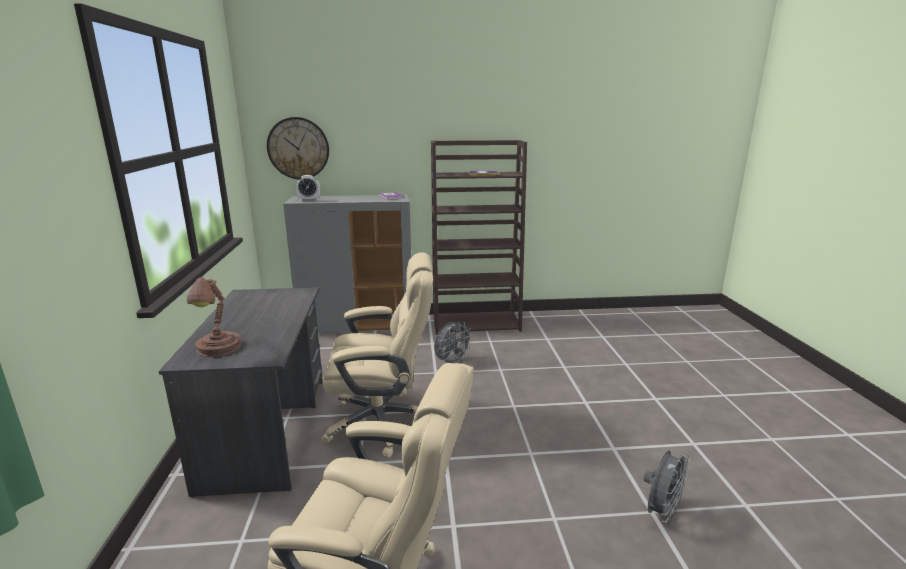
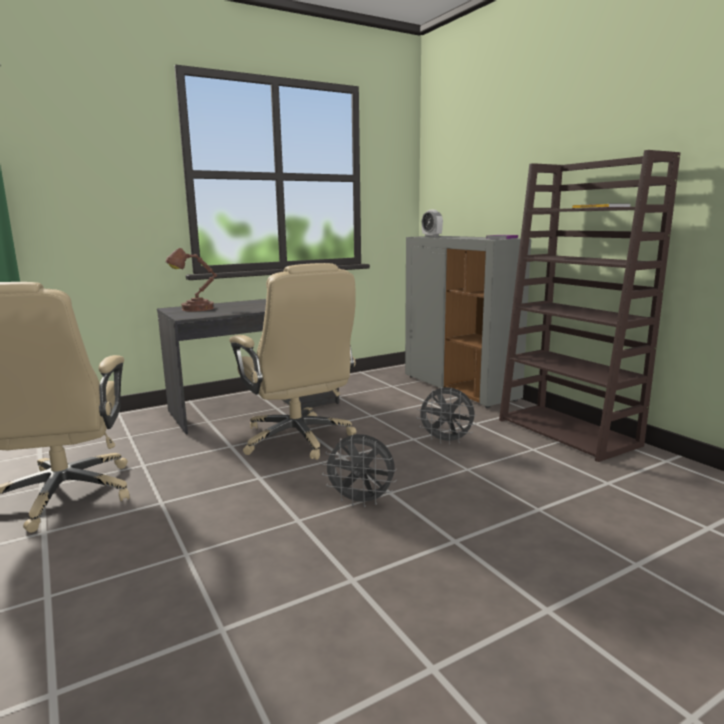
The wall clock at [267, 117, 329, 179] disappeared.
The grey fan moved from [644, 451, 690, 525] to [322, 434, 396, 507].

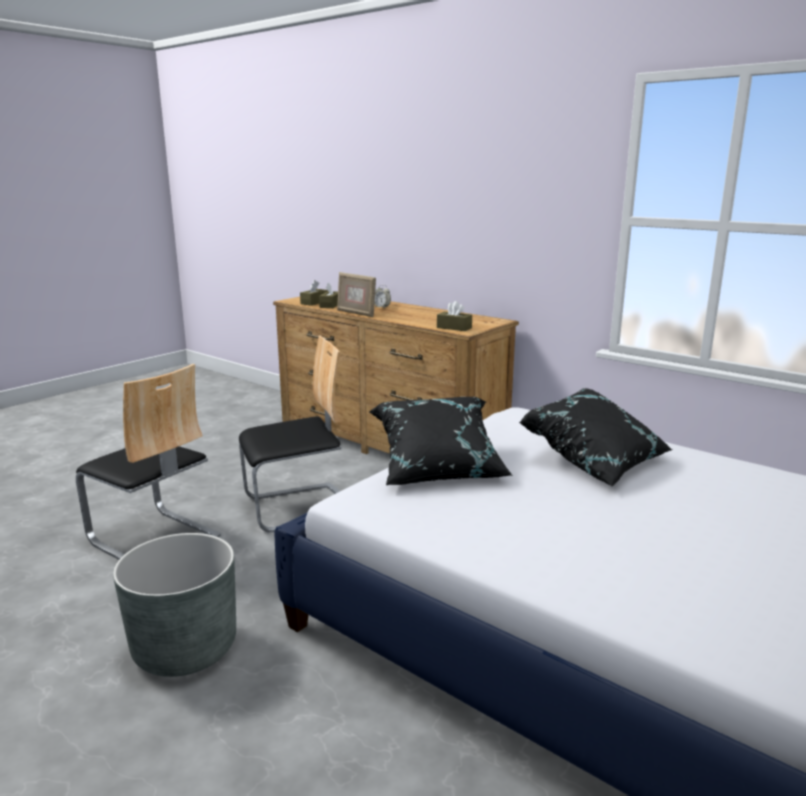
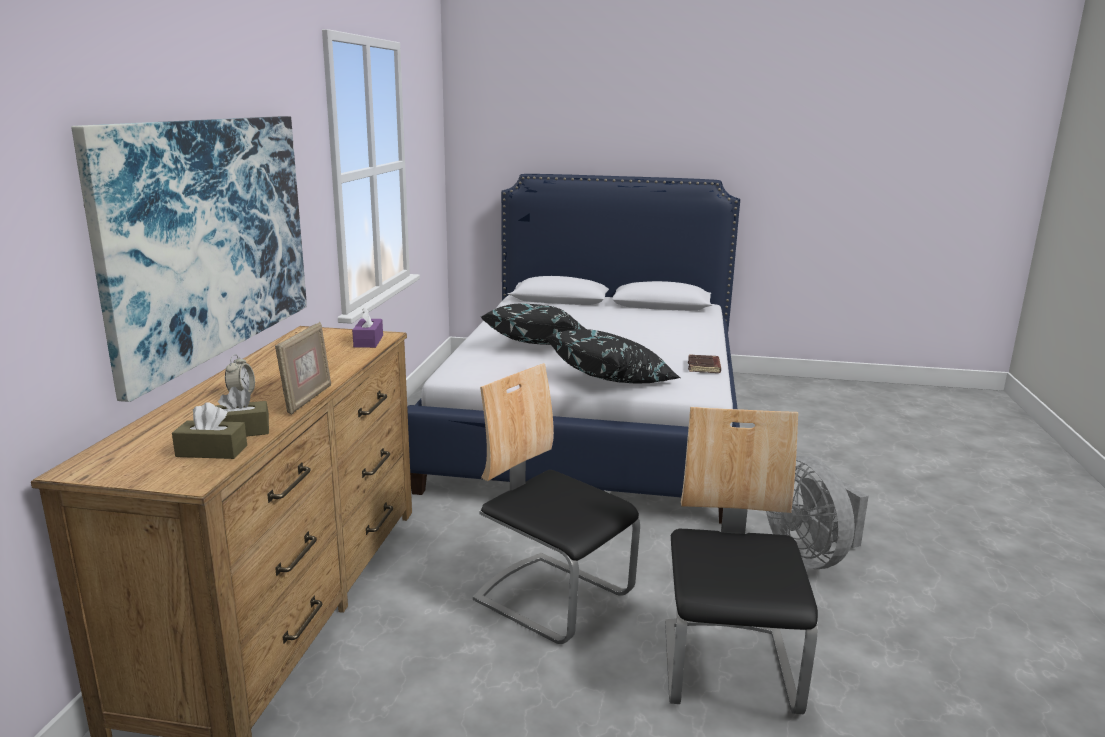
The grey planter at [113, 533, 236, 677] was replaced by the grey fan at [766, 456, 869, 569].
The brown tissue box at [437, 301, 472, 331] became the purple tissue box at [352, 307, 383, 348].
The picture at [71, 116, 307, 402] appeared.
The brown book at [688, 354, 721, 373] appeared.

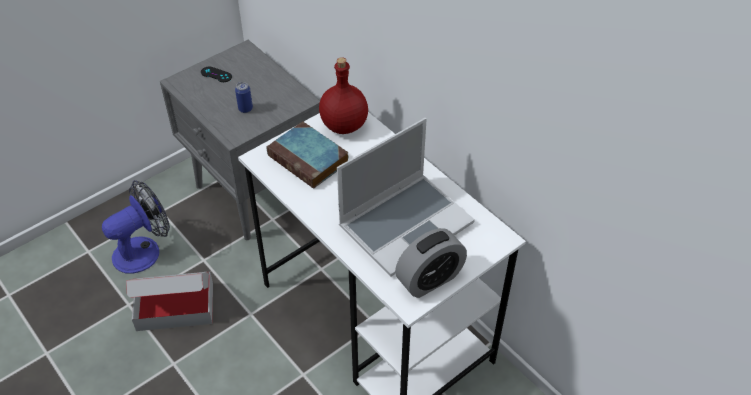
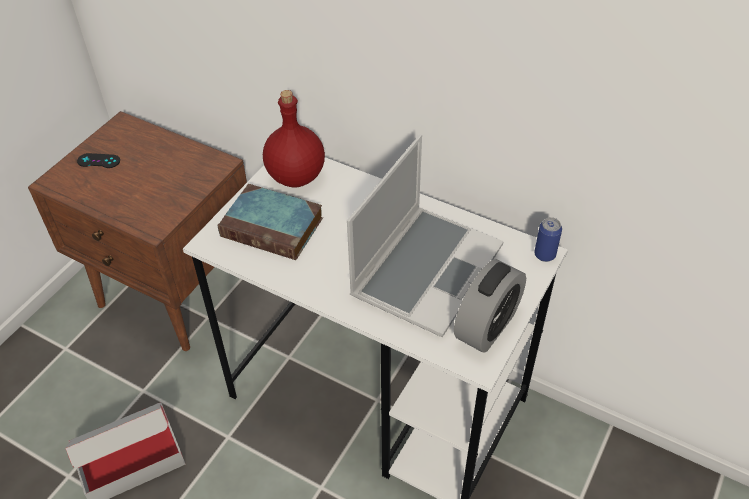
The fan at [102, 180, 170, 274] disappeared.
The grey nightstand at [160, 40, 320, 240] became the brown nightstand at [28, 111, 247, 351].
The can moved from [235, 82, 253, 113] to [534, 217, 562, 262].

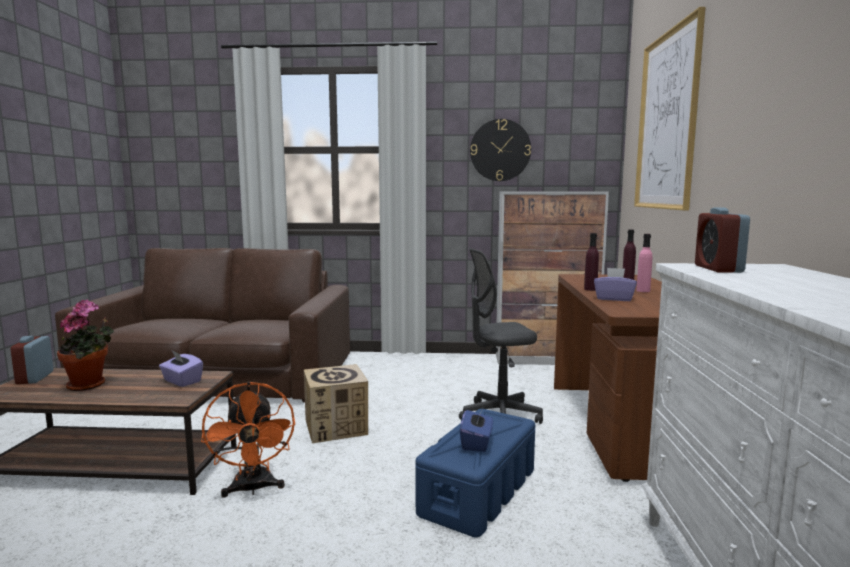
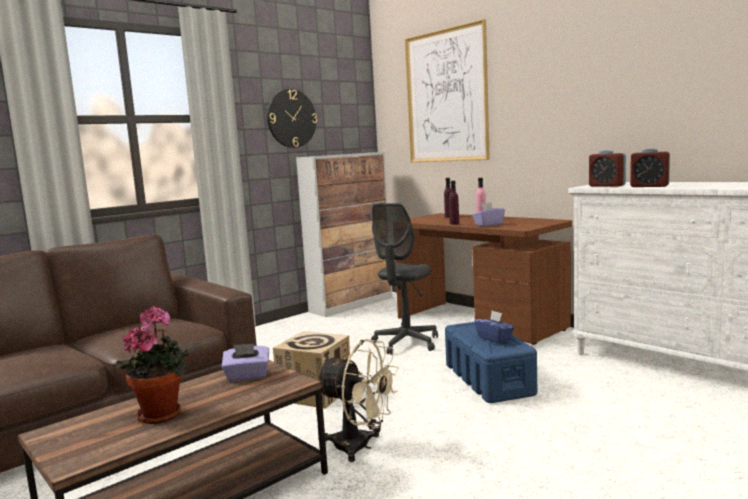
The alarm clock moved from [11, 336, 53, 384] to [630, 148, 670, 187].
The orange fan at [201, 382, 295, 497] became the beige fan at [319, 339, 399, 462].

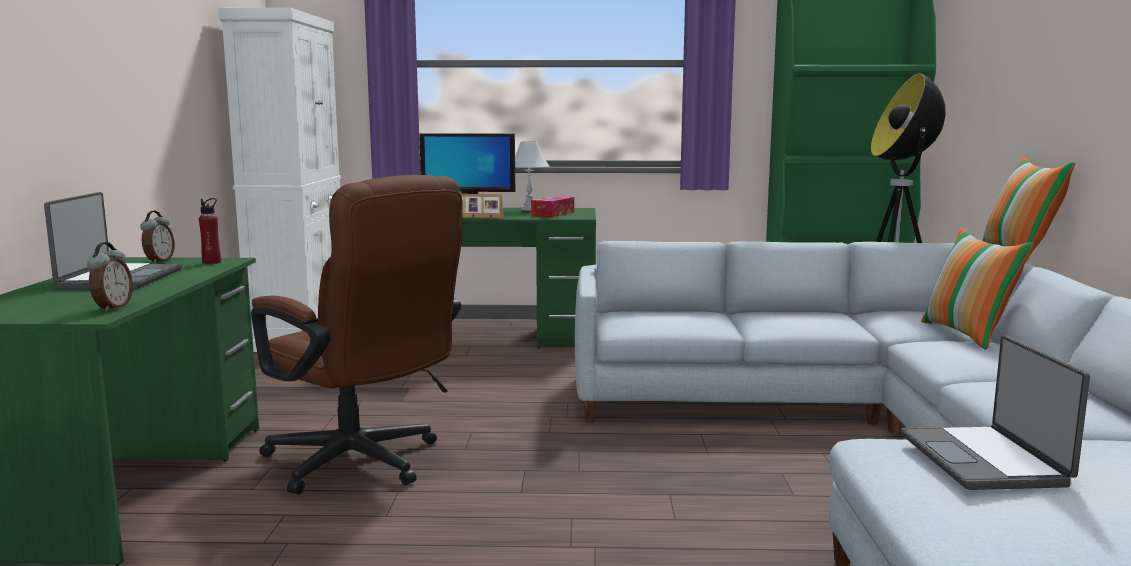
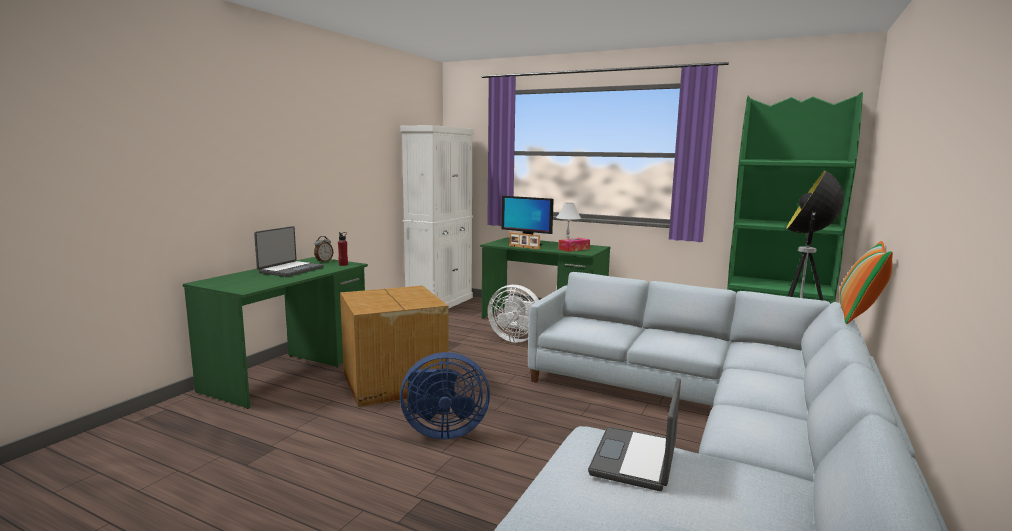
The alarm clock at [87, 242, 133, 312] disappeared.
The brown office chair at [251, 175, 463, 495] was replaced by the cardboard box at [340, 286, 449, 407].
The pillow at [921, 228, 1034, 350] disappeared.
The blue fan at [400, 352, 490, 439] appeared.
The white fan at [487, 285, 539, 343] appeared.

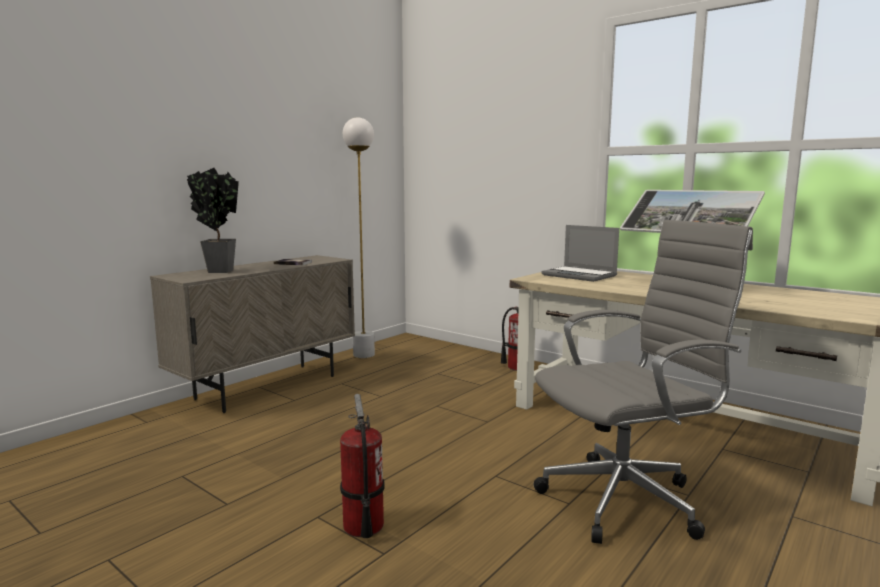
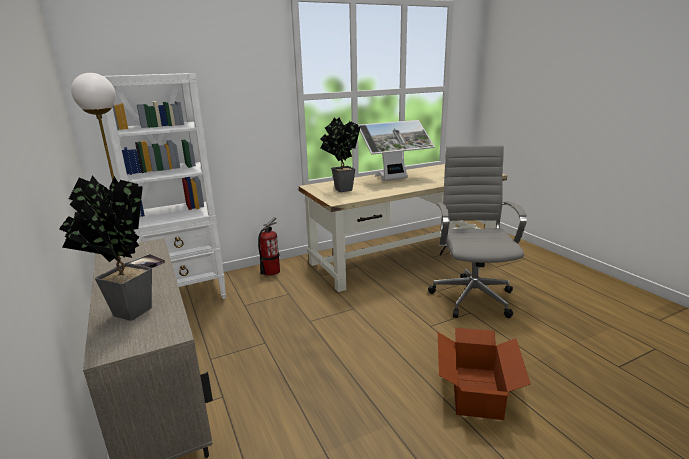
The fire extinguisher at [340, 394, 385, 538] was replaced by the cardboard box at [438, 328, 531, 420].
The laptop at [542, 225, 619, 282] was replaced by the potted plant at [320, 118, 360, 192].
The white bookcase at [104, 73, 226, 299] appeared.

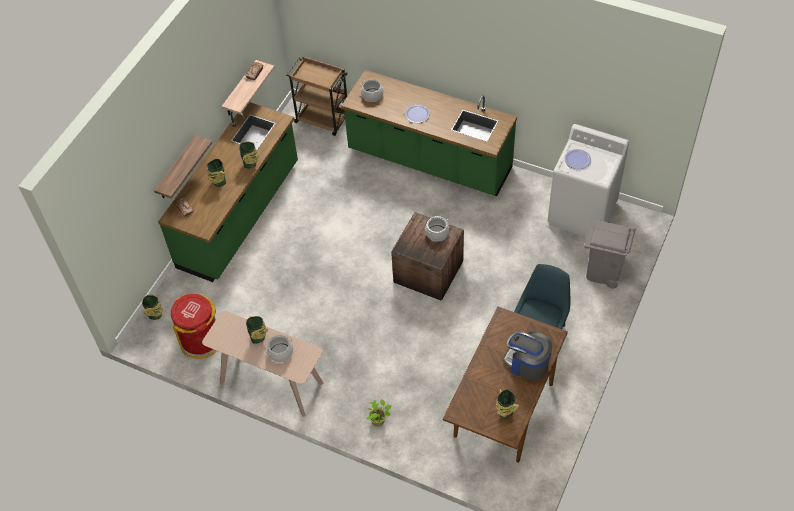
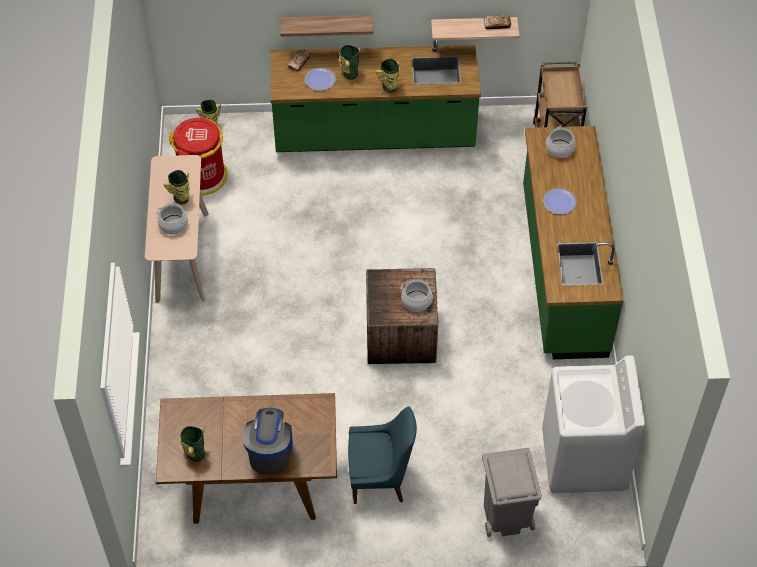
The potted plant at [367, 399, 391, 427] disappeared.
The plate moved from [564, 149, 591, 169] to [305, 68, 336, 91].

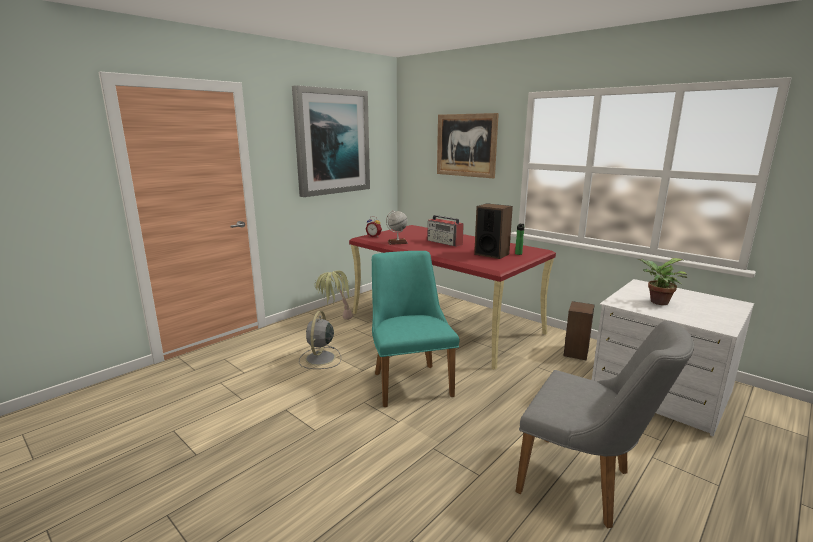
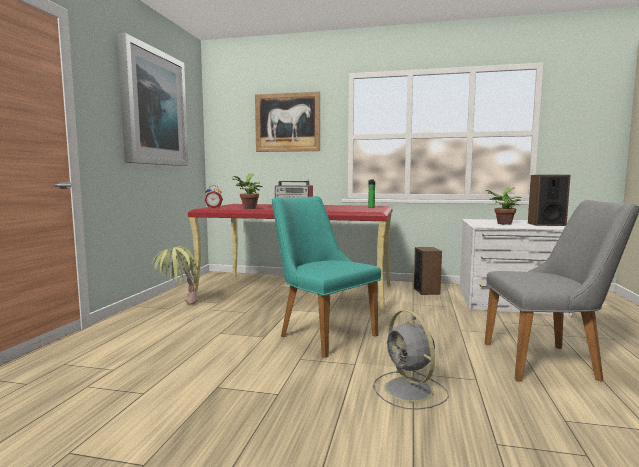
The grey fan moved from [299, 311, 341, 369] to [373, 310, 449, 409].
The globe at [386, 210, 408, 245] was replaced by the potted plant at [232, 174, 262, 209].
The speaker moved from [474, 203, 513, 259] to [528, 175, 570, 226].

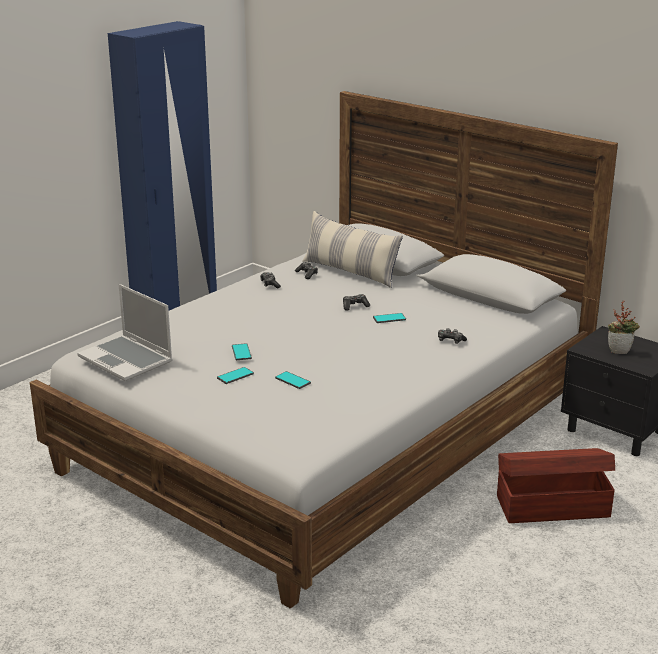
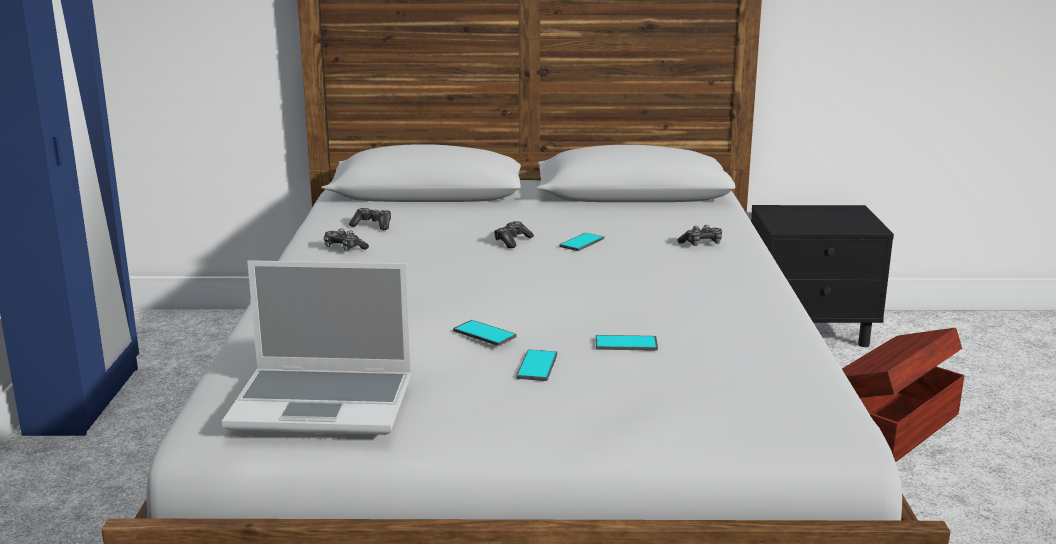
The pillow at [302, 211, 403, 288] disappeared.
The potted plant at [608, 301, 640, 354] disappeared.

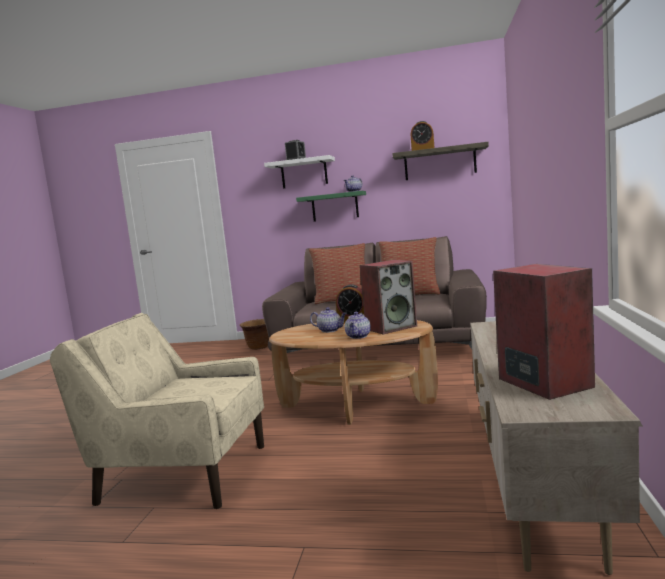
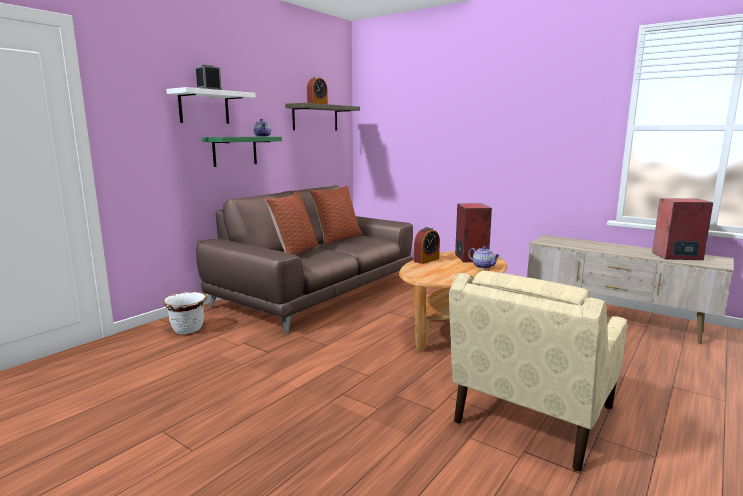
The brown planter at [240, 319, 269, 350] became the white planter at [163, 292, 207, 334].
The teapot at [310, 307, 347, 333] disappeared.

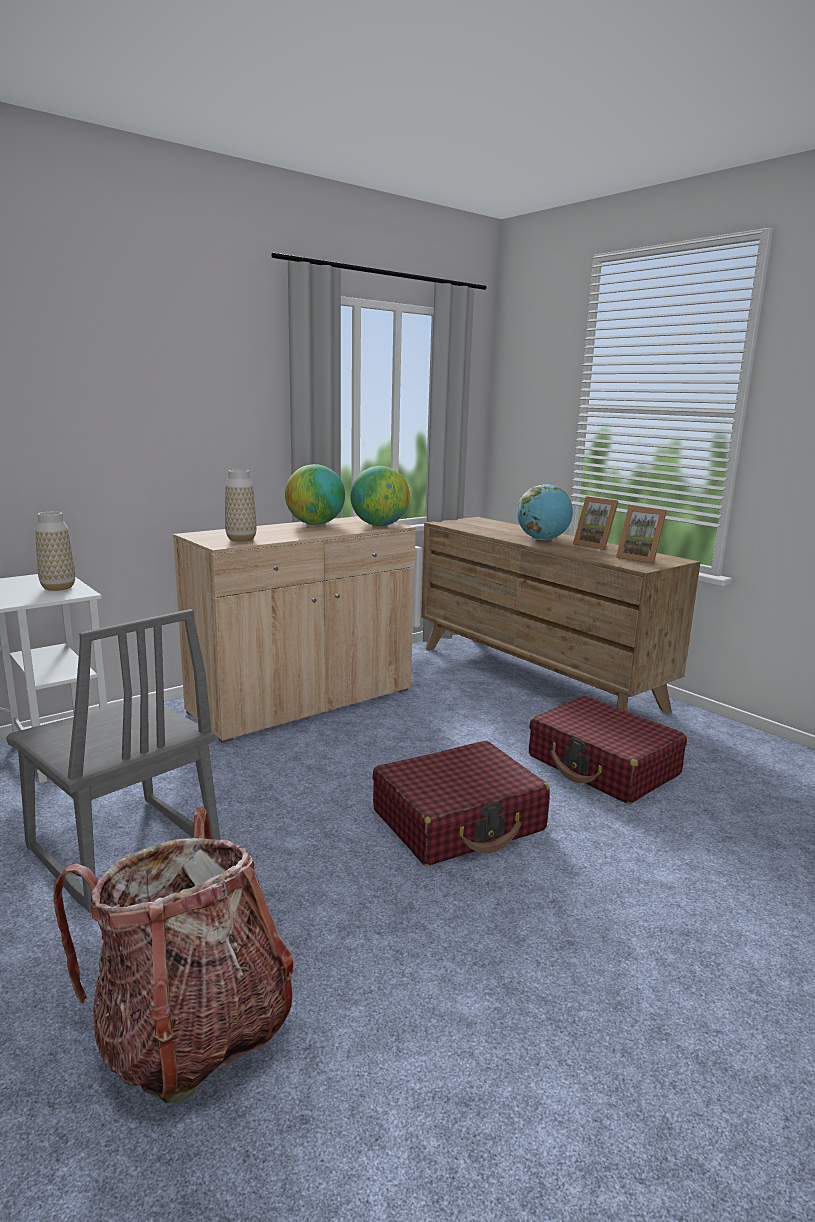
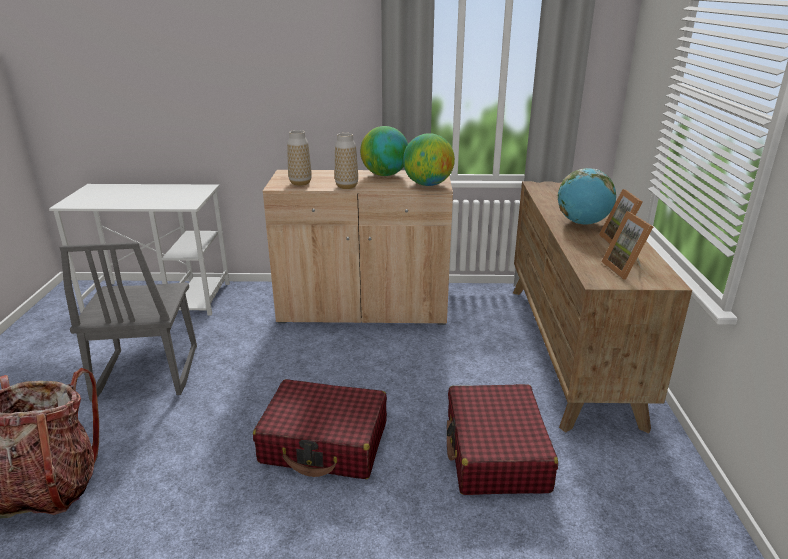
The vase moved from [35, 512, 75, 591] to [335, 133, 358, 189].

